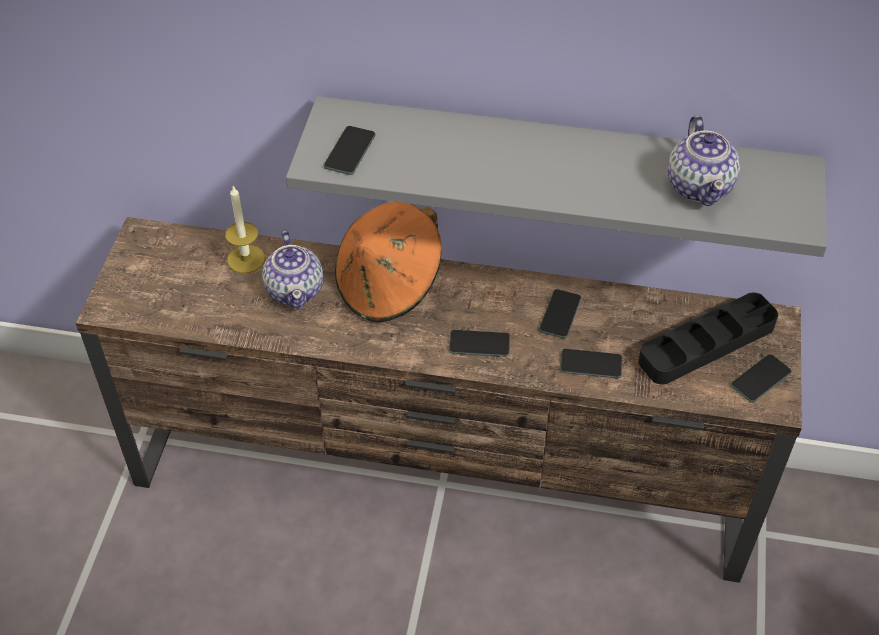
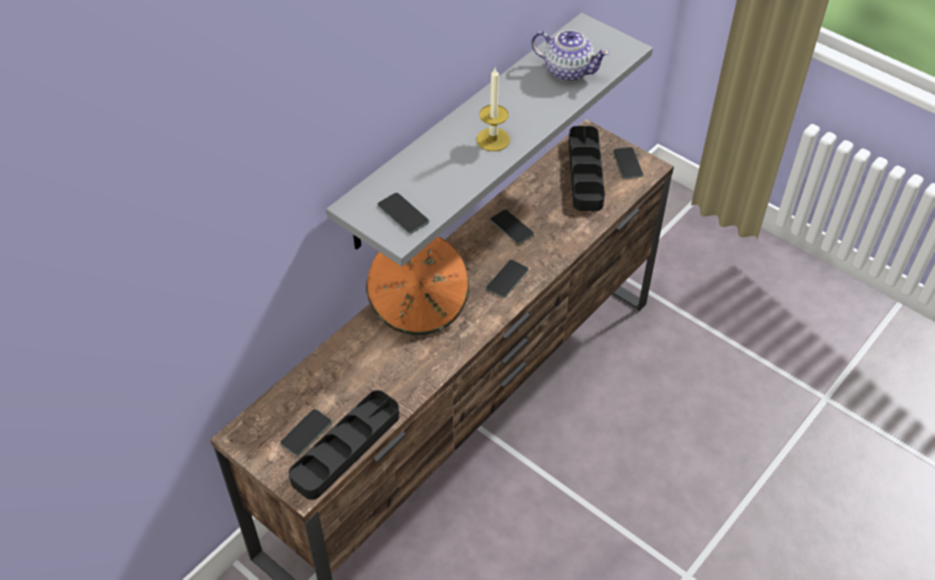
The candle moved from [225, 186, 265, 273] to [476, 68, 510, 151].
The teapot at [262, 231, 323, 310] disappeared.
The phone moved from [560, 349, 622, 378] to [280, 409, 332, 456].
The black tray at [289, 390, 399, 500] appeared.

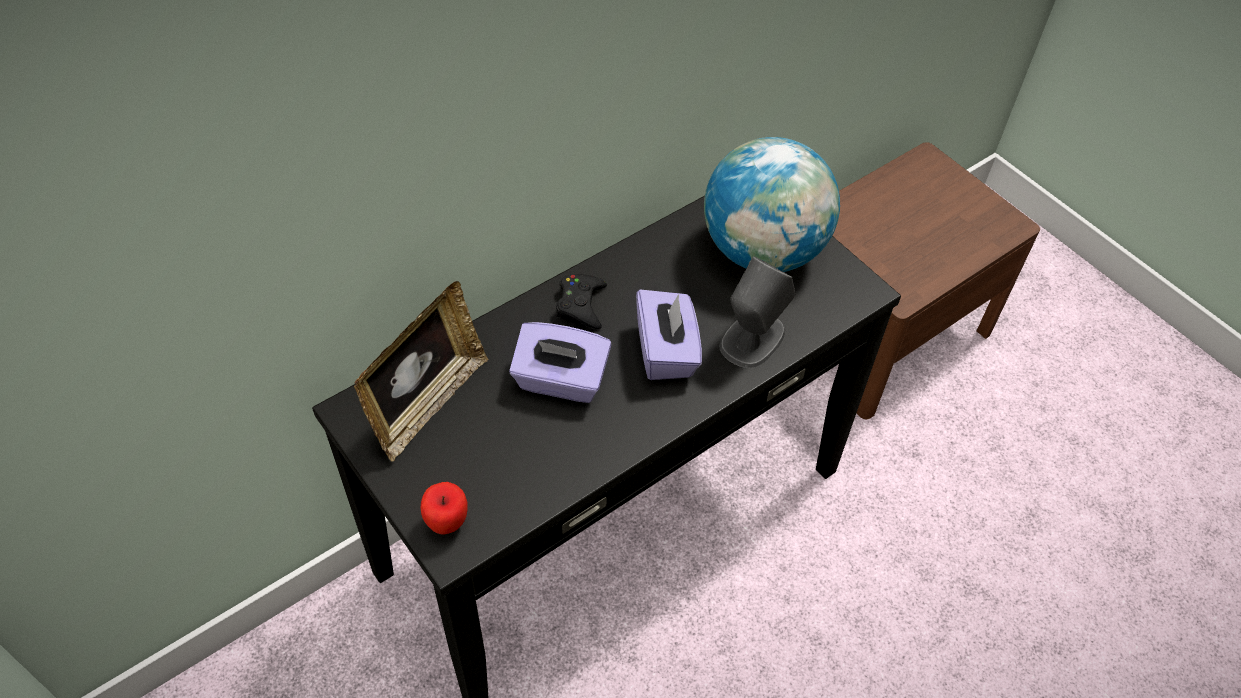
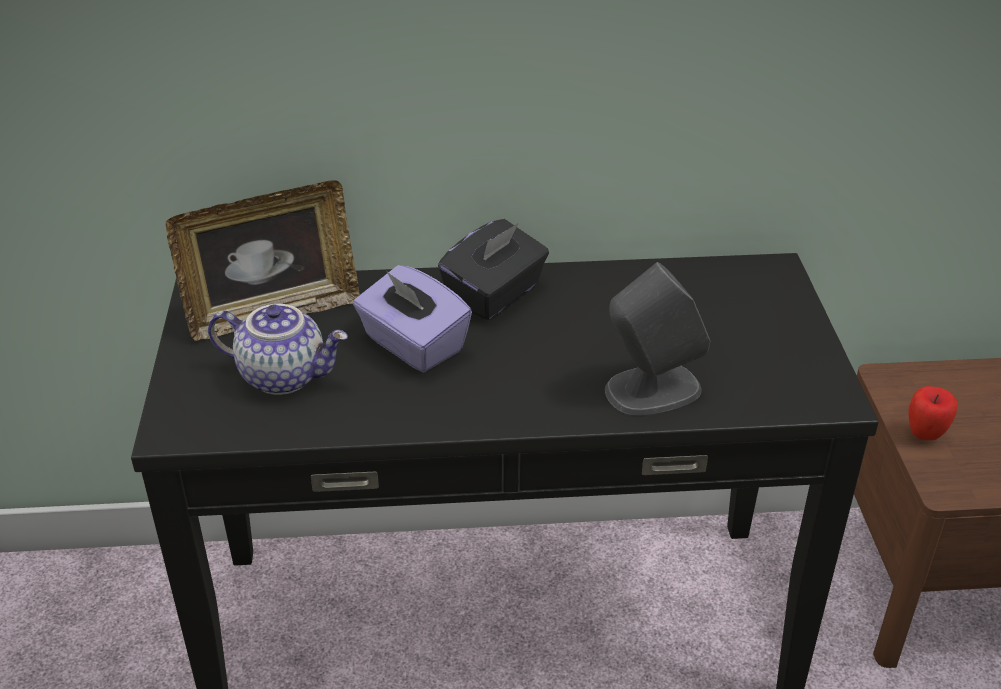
The apple moved from [421, 482, 468, 535] to [908, 386, 957, 440].
The black game controller at [556, 274, 607, 329] was replaced by the black tissue box at [438, 219, 549, 320].
The purple tissue box at [636, 290, 702, 380] disappeared.
The globe at [704, 137, 840, 272] disappeared.
The teapot at [208, 304, 348, 395] appeared.

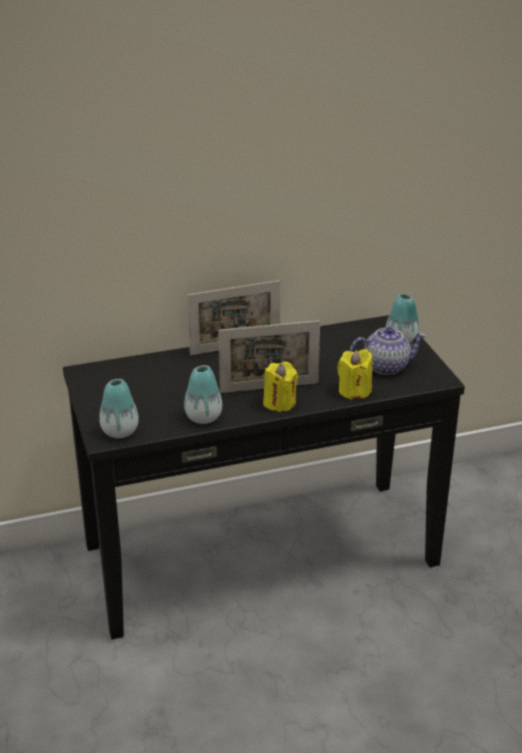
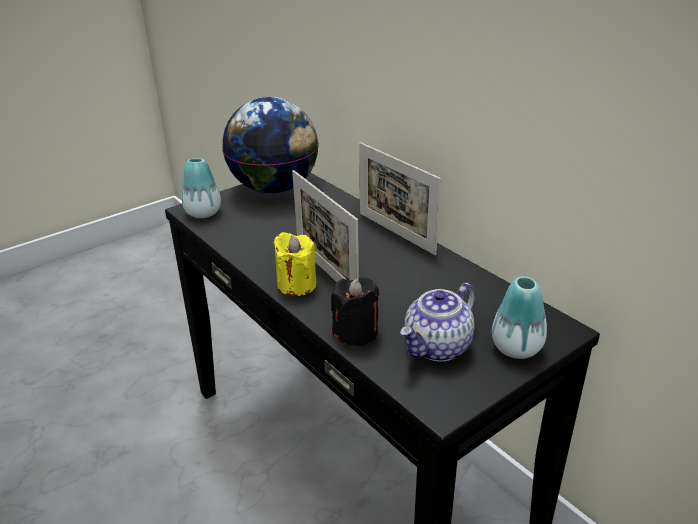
The vase at [184, 365, 222, 424] disappeared.
The yellow candle at [337, 349, 373, 400] became the black candle at [331, 277, 379, 347].
The teapot at [350, 327, 426, 375] turned 75 degrees clockwise.
The globe at [222, 97, 319, 193] appeared.

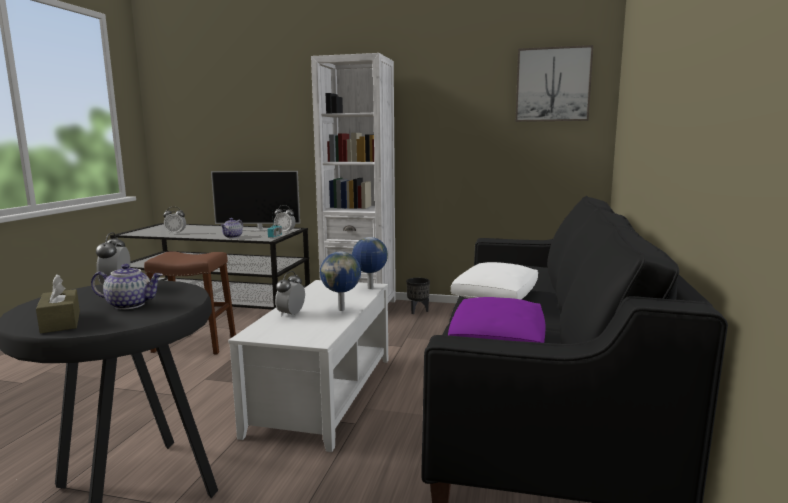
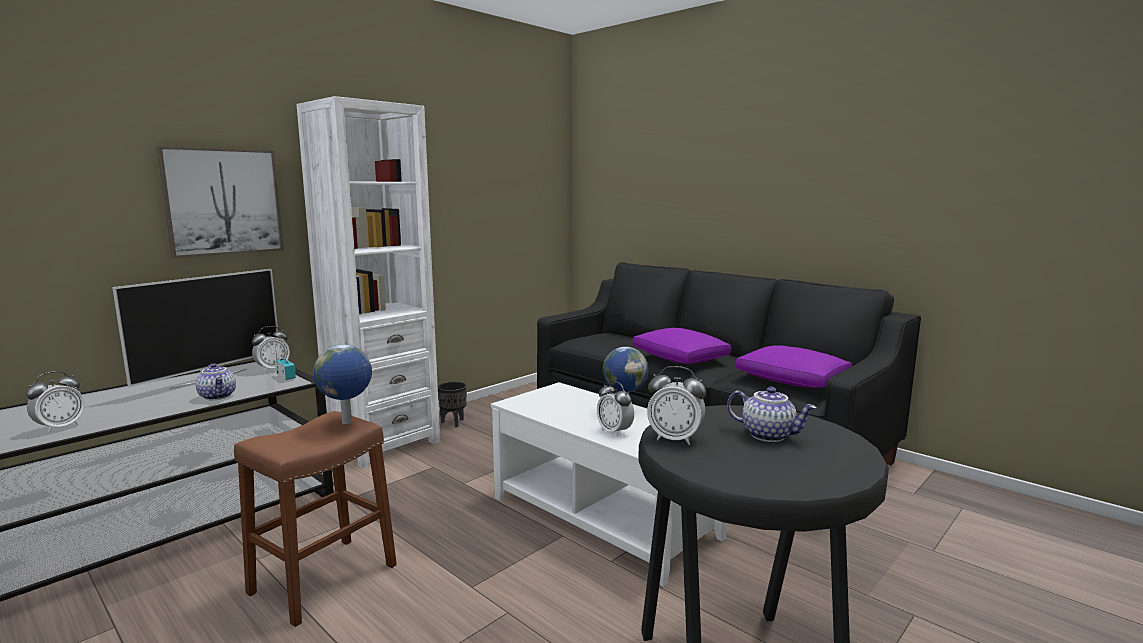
The brown tissue box at [36, 274, 80, 334] disappeared.
The teapot at [91, 264, 163, 309] turned 90 degrees clockwise.
The globe moved from [352, 237, 388, 289] to [313, 344, 372, 424].
The white pillow at [451, 262, 538, 299] became the purple pillow at [633, 328, 731, 364].
The picture moved from [516, 45, 593, 122] to [157, 146, 284, 258].

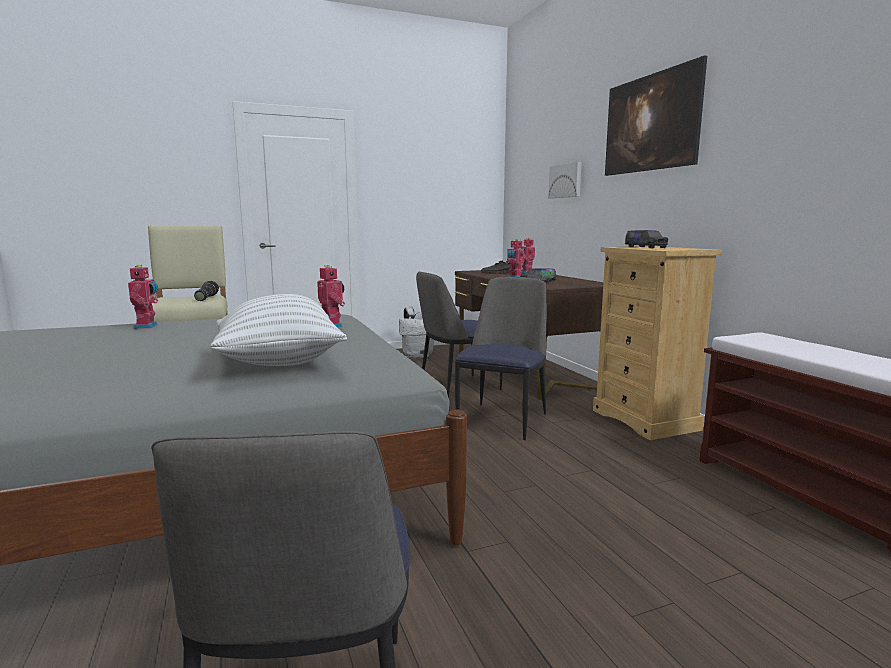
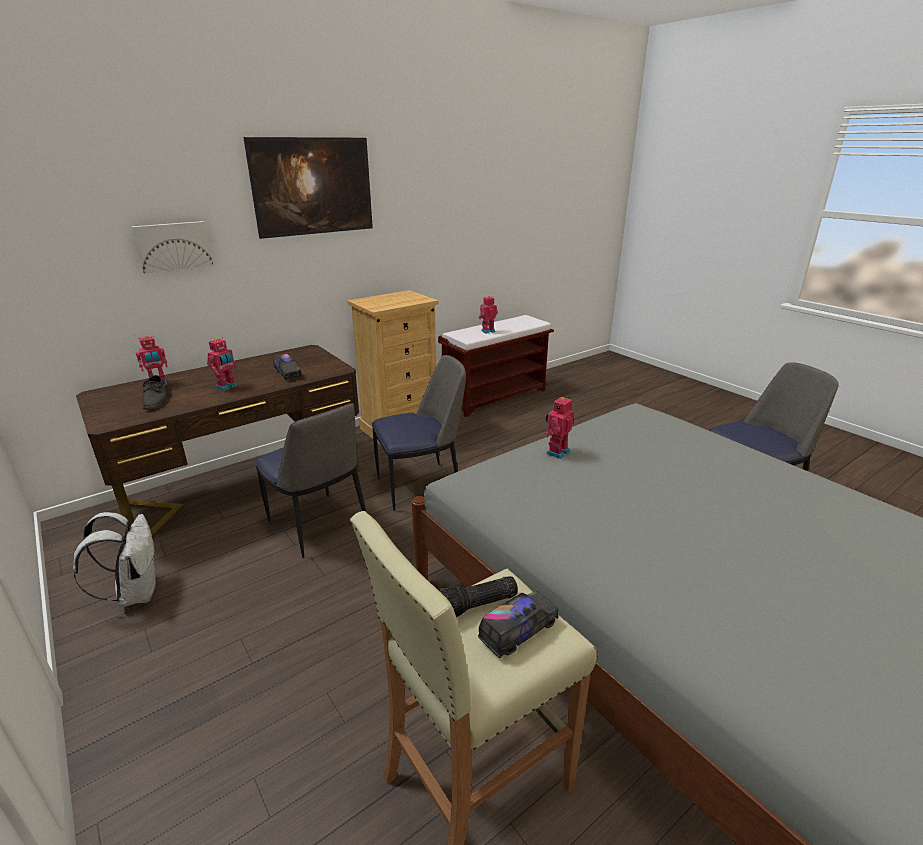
The toy robot moved from [128, 264, 158, 329] to [479, 296, 498, 334].
The white pillow at [211, 294, 347, 366] disappeared.
The chair at [455, 277, 546, 440] turned 150 degrees clockwise.
The toy truck moved from [625, 230, 668, 248] to [478, 591, 559, 658].

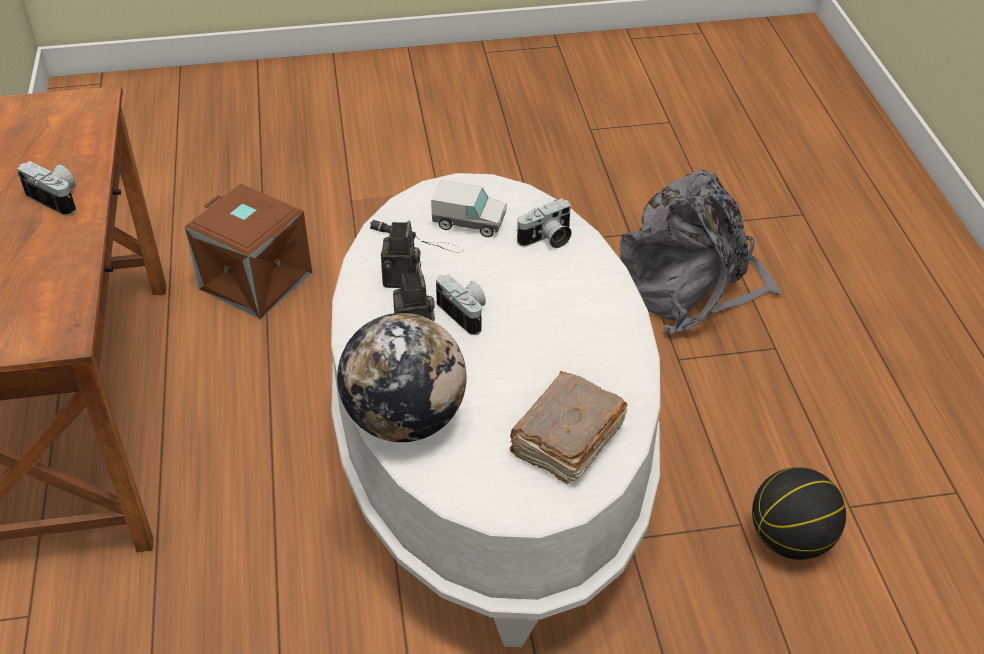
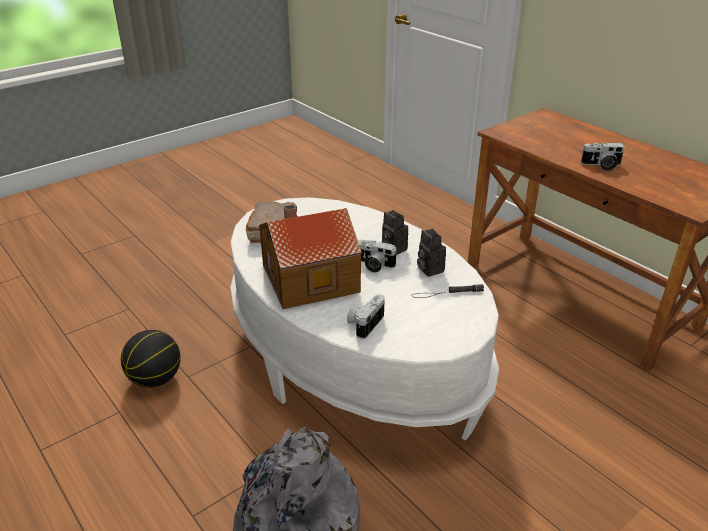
The brown storage box at [185, 184, 312, 319] disappeared.
The globe at [337, 313, 466, 442] disappeared.
The toy truck at [431, 180, 506, 237] disappeared.
The toy house at [259, 204, 362, 309] appeared.

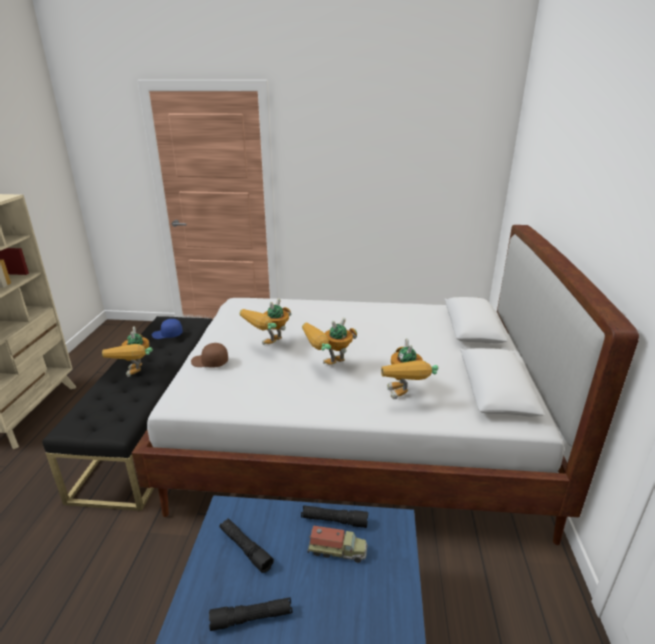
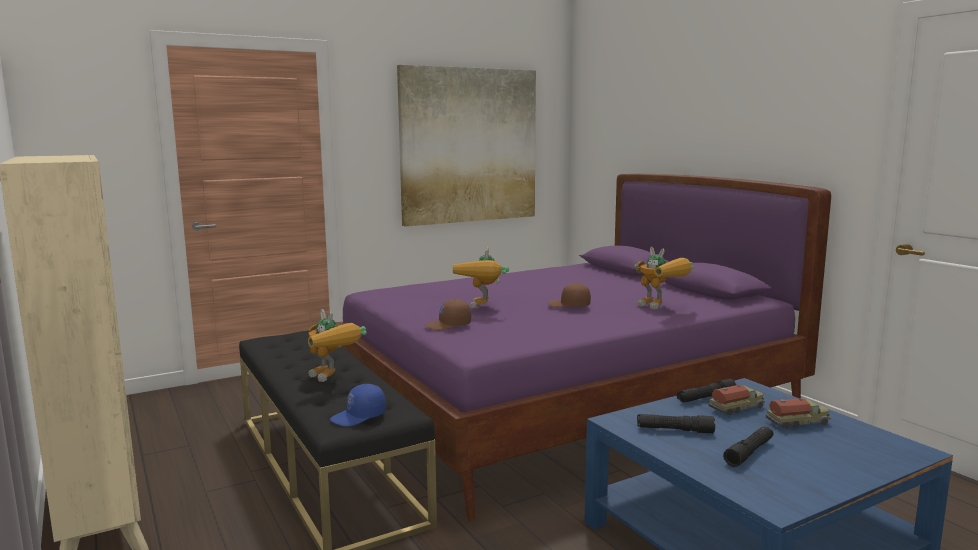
The white bed at [132, 225, 639, 545] became the purple bed at [336, 174, 831, 521].
The blue cap moved from [152, 319, 183, 339] to [330, 384, 386, 427].
The toy robot at [302, 318, 357, 365] was replaced by the brown cap at [548, 283, 591, 308].
The picture at [397, 65, 536, 226] appeared.
The toy truck at [766, 398, 831, 429] appeared.

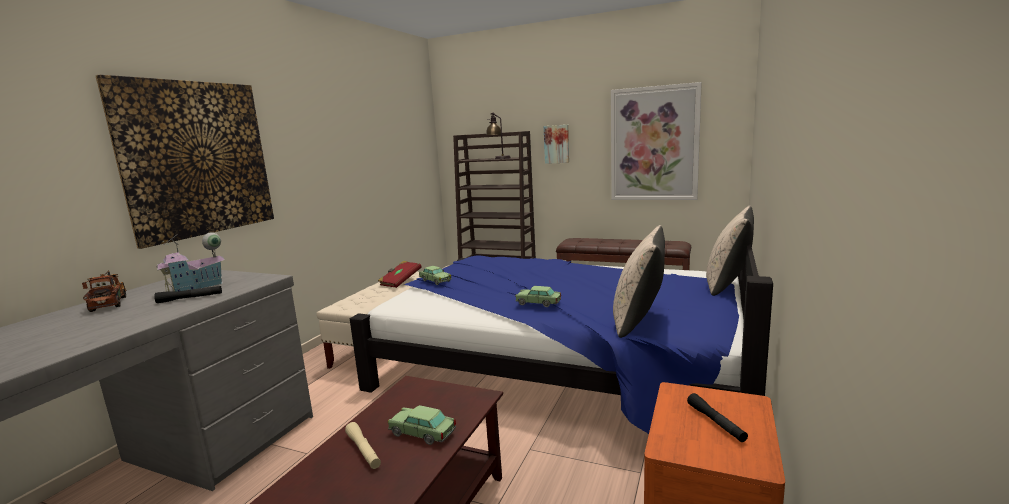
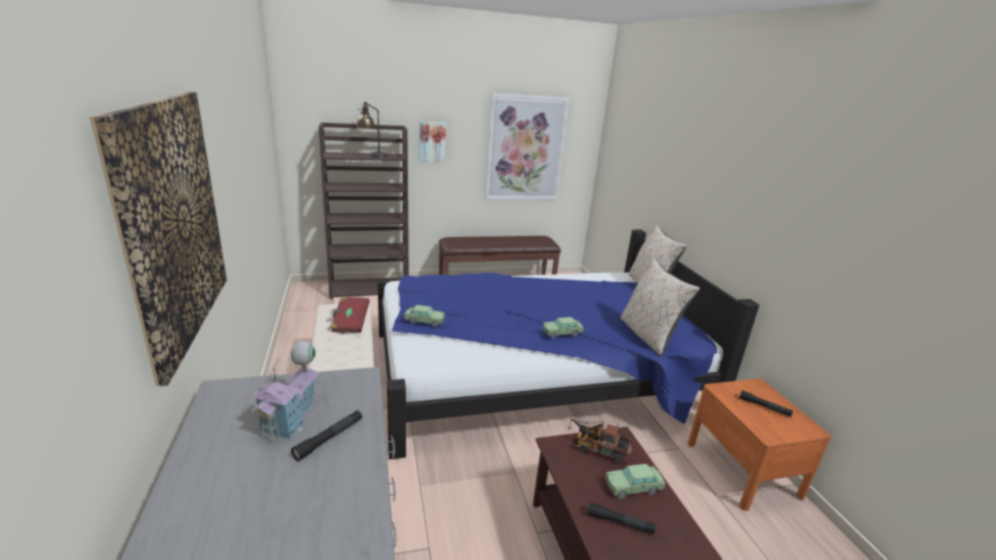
The toy truck moved from [82, 270, 126, 312] to [568, 419, 632, 464].
The beige flashlight at [345, 422, 381, 469] became the black flashlight at [587, 502, 656, 534].

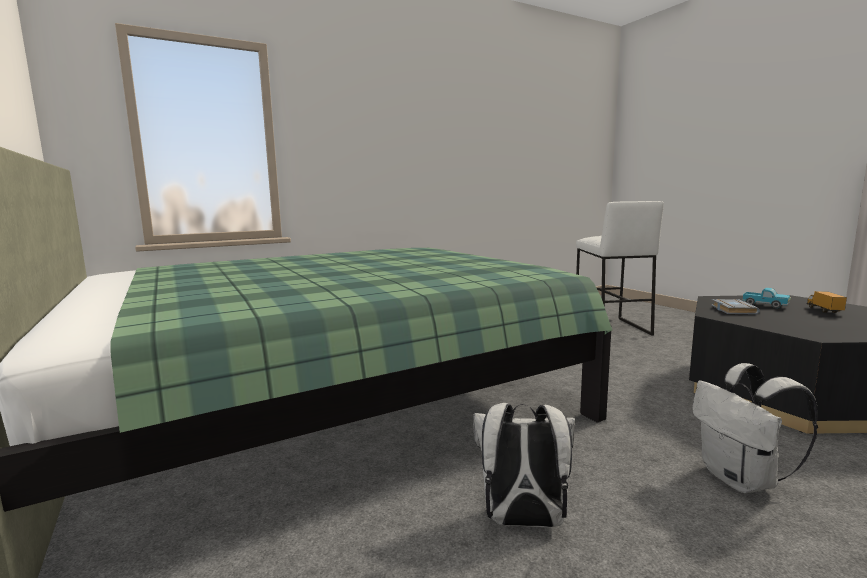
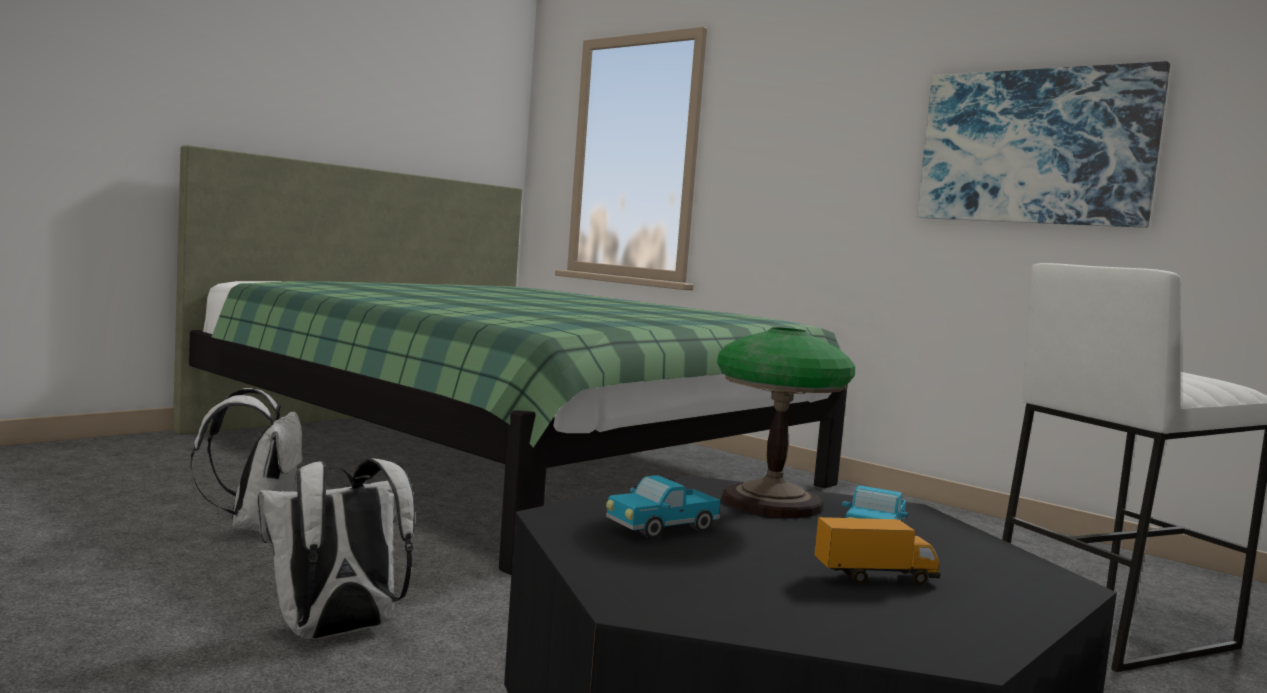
The grey book at [711, 299, 760, 315] was replaced by the table lamp at [717, 327, 855, 518].
The toy truck at [606, 475, 720, 539] appeared.
The picture at [917, 61, 1170, 228] appeared.

